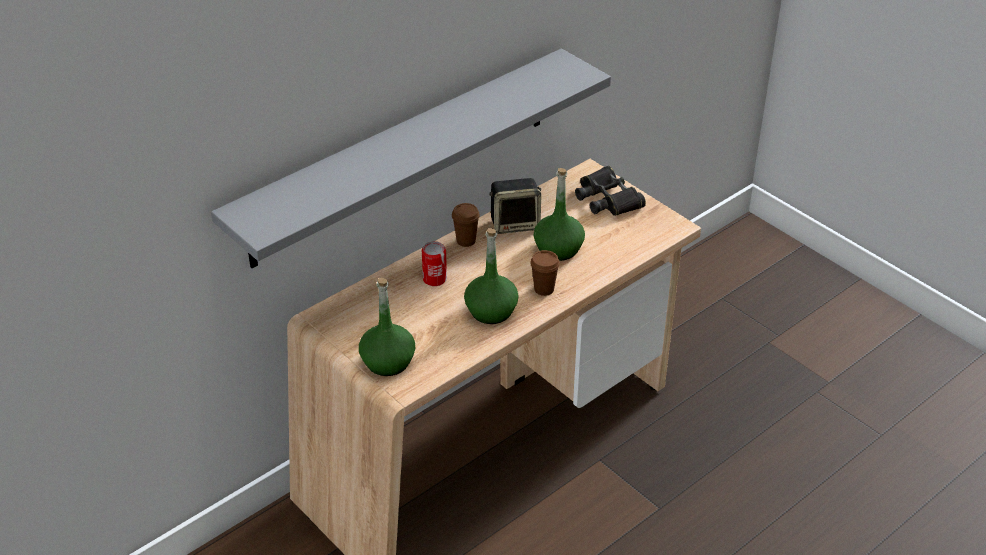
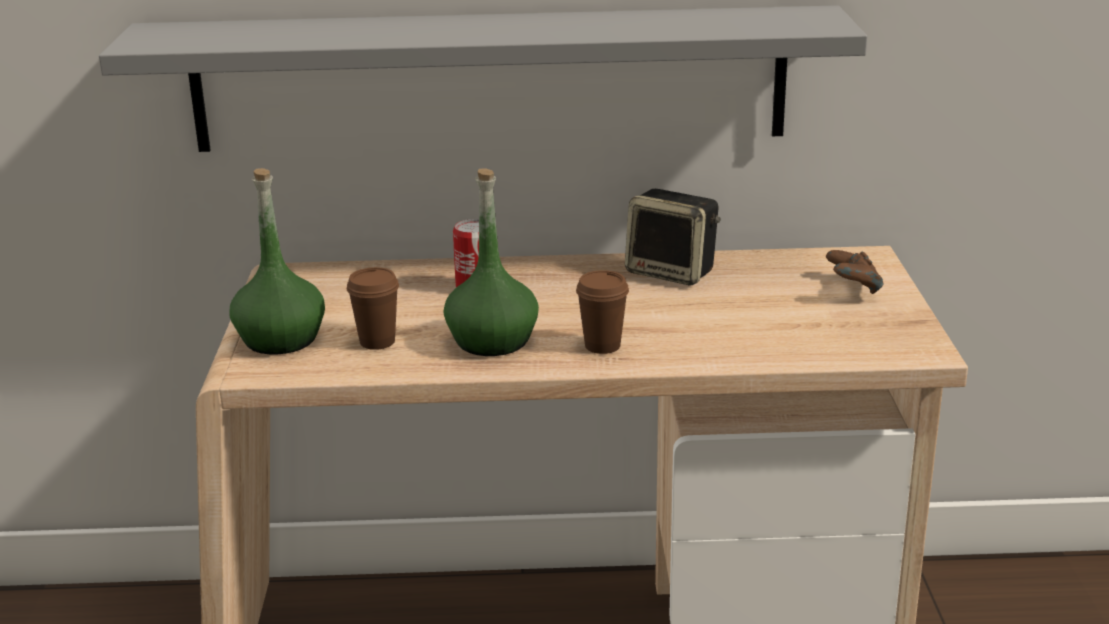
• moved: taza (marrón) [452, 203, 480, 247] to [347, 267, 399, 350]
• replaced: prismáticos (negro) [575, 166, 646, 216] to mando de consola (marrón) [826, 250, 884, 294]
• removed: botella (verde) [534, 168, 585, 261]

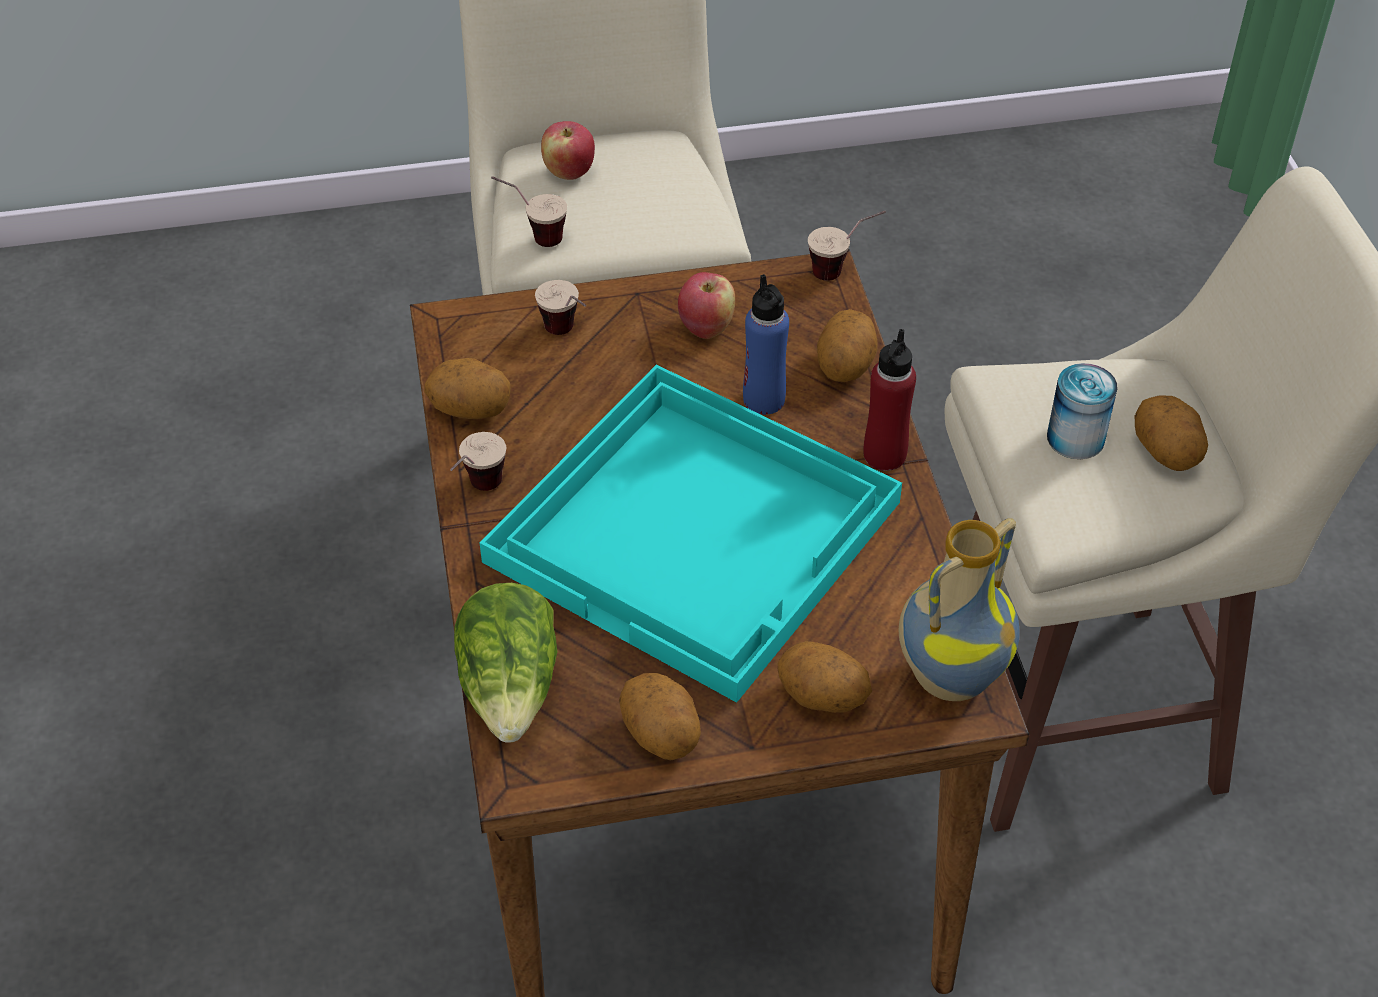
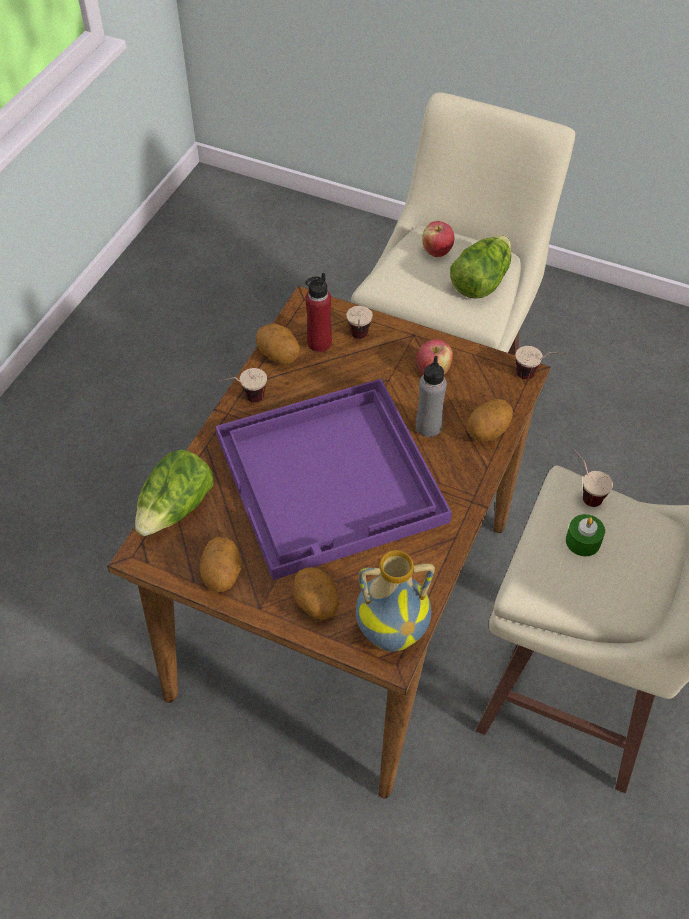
• recoloured: bandeja (turquesa) [480, 365, 902, 703] to bandeja (morado) [216, 379, 452, 580]
• moved: botella (rojo) [864, 329, 916, 471] to [305, 273, 332, 352]
• recoloured: botella (azul) [743, 274, 789, 415] to botella (gris) [416, 356, 447, 437]
• added: lechuga [450, 235, 511, 298]
• replaced: lata [1047, 363, 1117, 459] to vela (verde) [566, 514, 605, 556]
• moved: taza [491, 176, 567, 247] to [571, 447, 613, 507]
• removed: patata [1135, 395, 1208, 471]

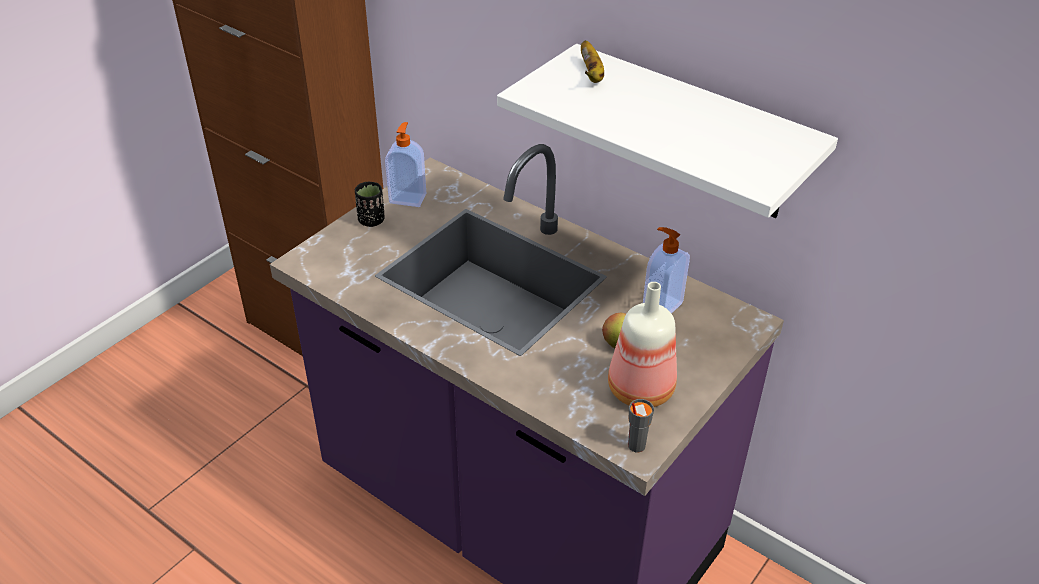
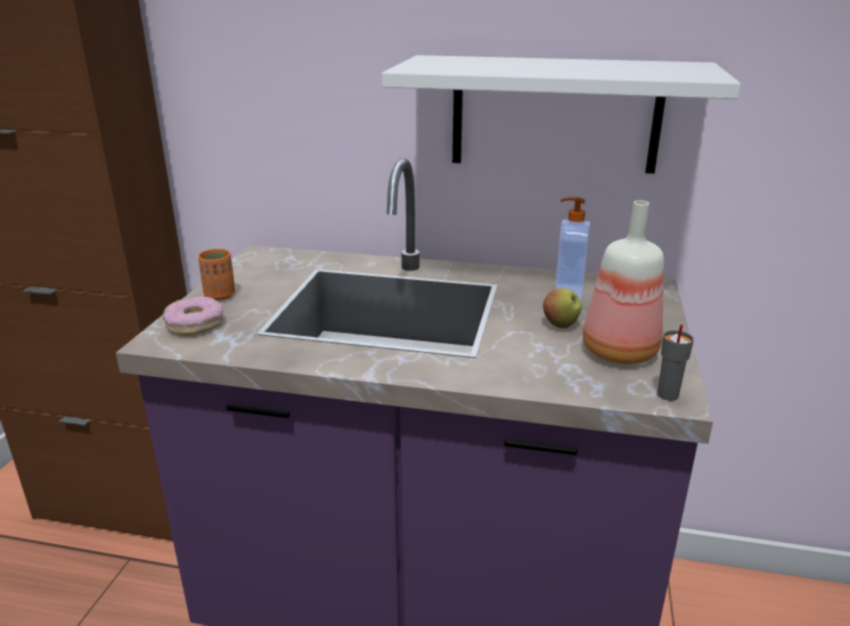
• added: rosquilla [163, 296, 223, 335]
• recoloured: taza (negro) [355, 182, 384, 227] to taza (naranja) [198, 249, 235, 300]
• removed: dispensador de jabón [385, 122, 426, 207]
• removed: plátano [581, 41, 604, 83]

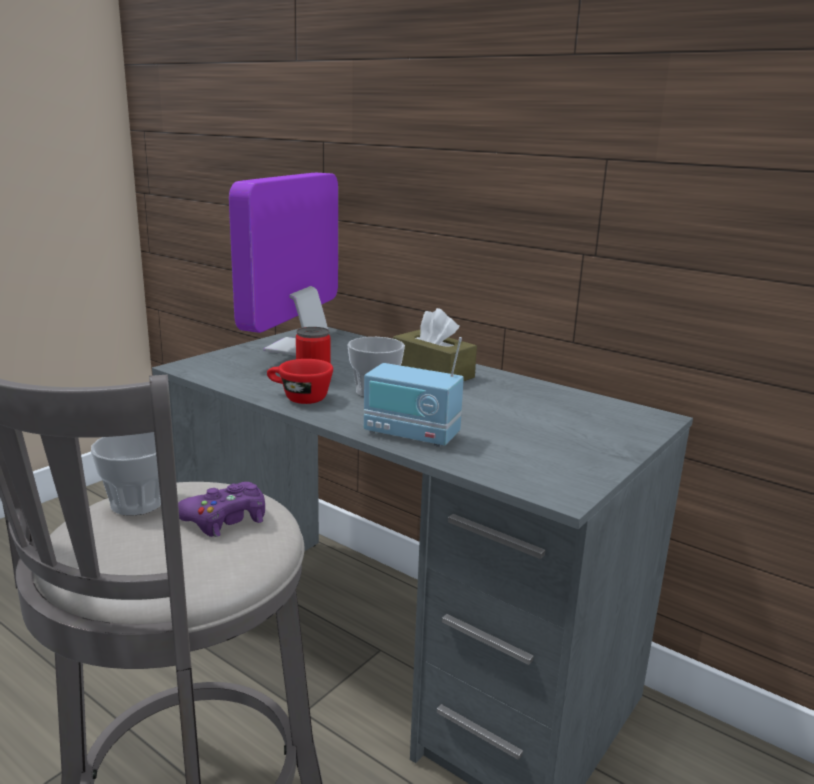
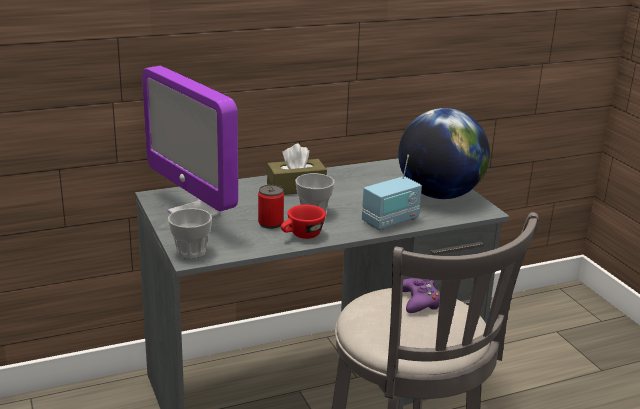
• moved: taza [91, 432, 161, 516] to [168, 208, 212, 259]
• added: globo terráqueo [398, 108, 490, 199]

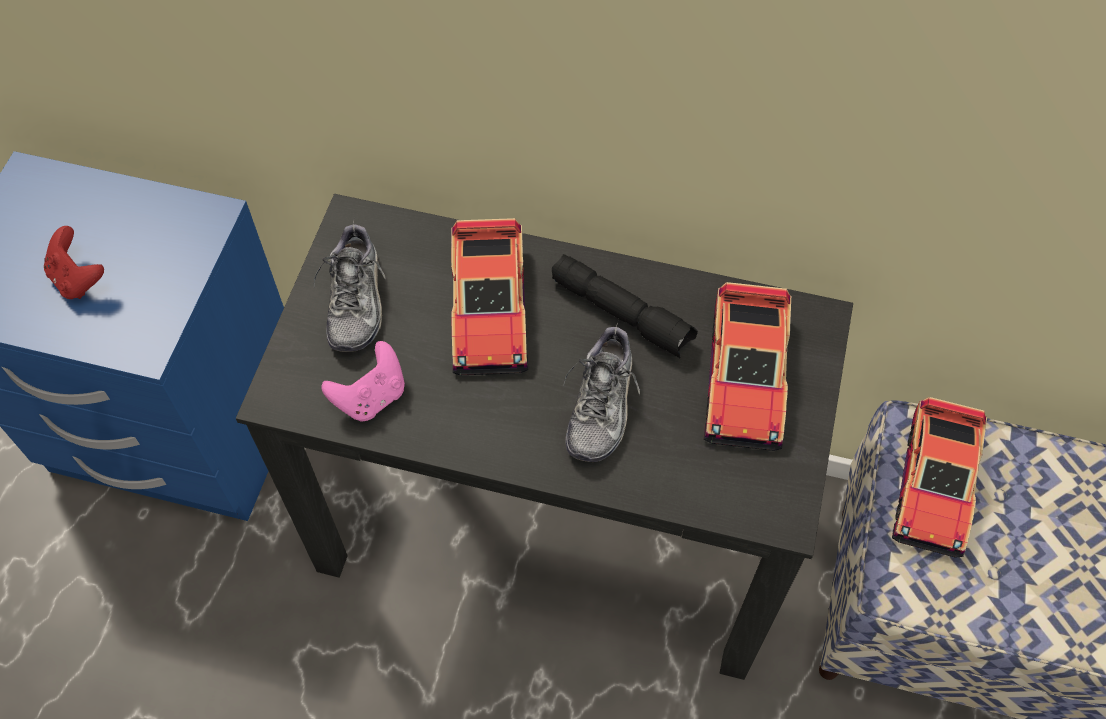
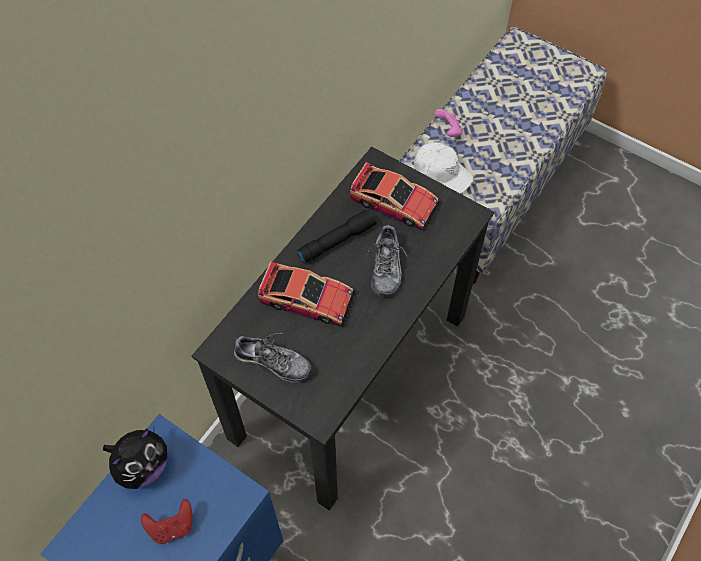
• added: peluche [103, 429, 167, 489]
• turned: zapato [563, 322, 640, 462] = [366, 222, 408, 297] 60 degrees clockwise
• replaced: coche de juguete [892, 397, 987, 558] to gorra (blanco) [414, 142, 474, 194]
• moved: mando de consola (rosa) [321, 341, 405, 421] to [434, 109, 463, 137]

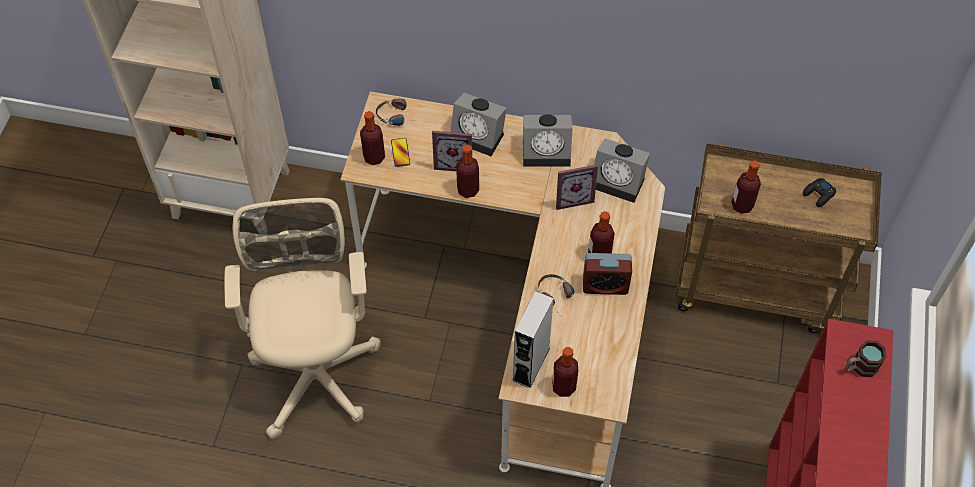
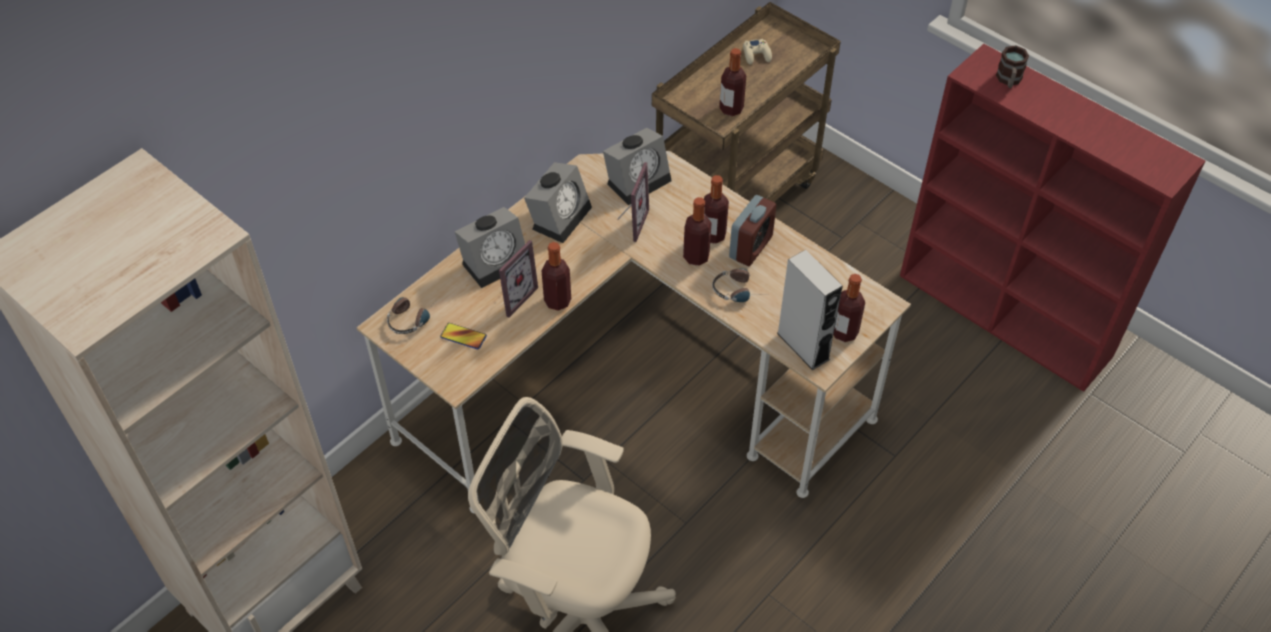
• moved: botella [360, 111, 385, 165] to [683, 197, 711, 266]
• recoloured: mando de consola (negro) [803, 178, 836, 207] to mando de consola (beis) [743, 39, 772, 64]

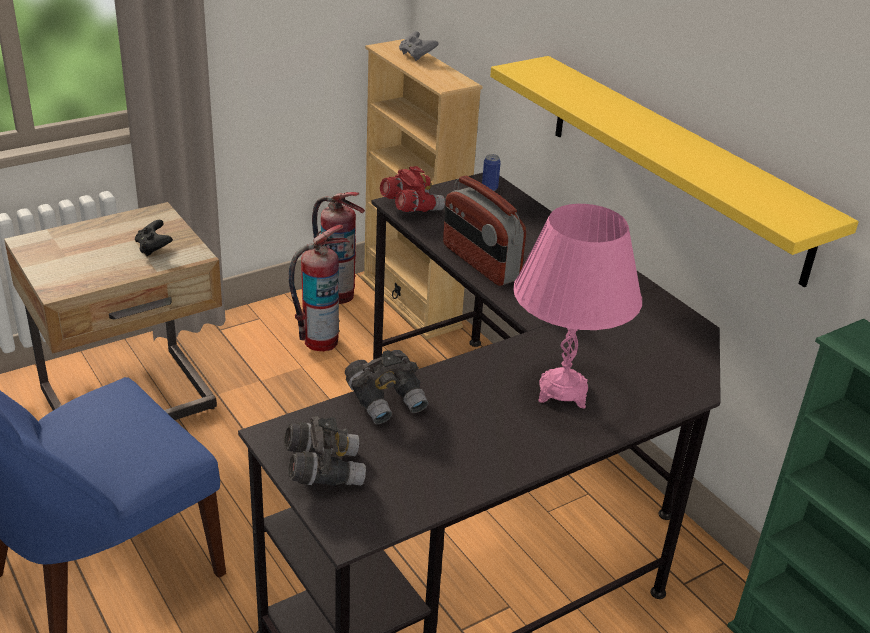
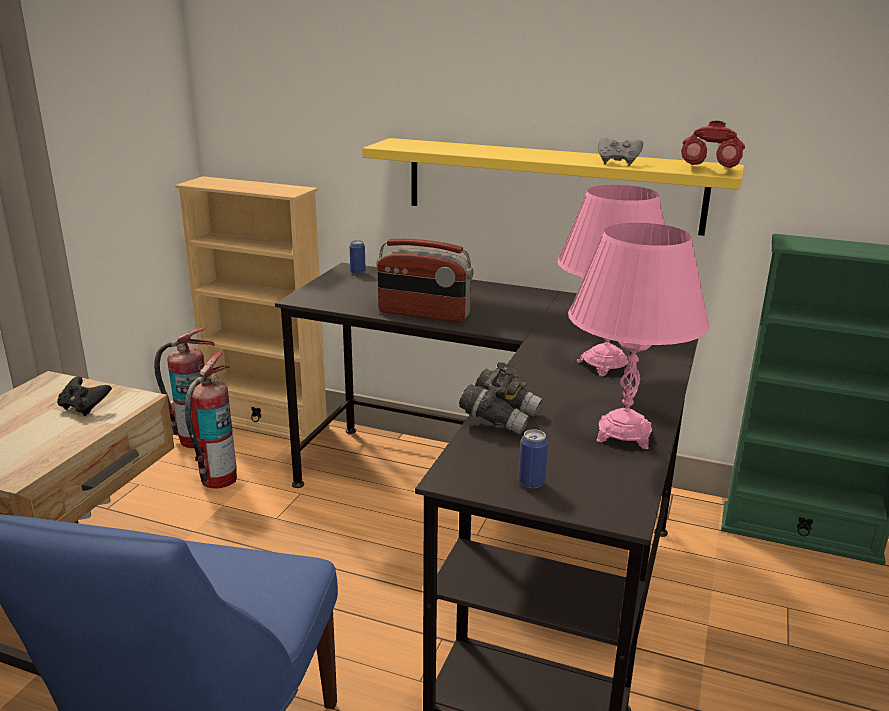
• replaced: prismáticos (gris) [284, 416, 366, 486] to lata [519, 429, 548, 488]
• added: lámpara de mesa (rosa) [568, 223, 709, 449]
• moved: mando de consola (gris) [399, 31, 439, 61] to [598, 138, 643, 166]
• moved: prismáticos (rojo) [380, 166, 445, 212] to [681, 121, 745, 168]

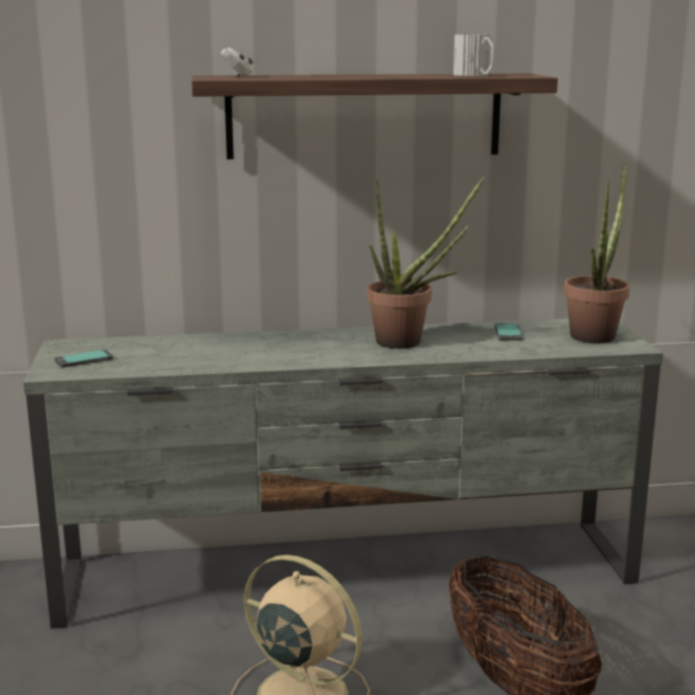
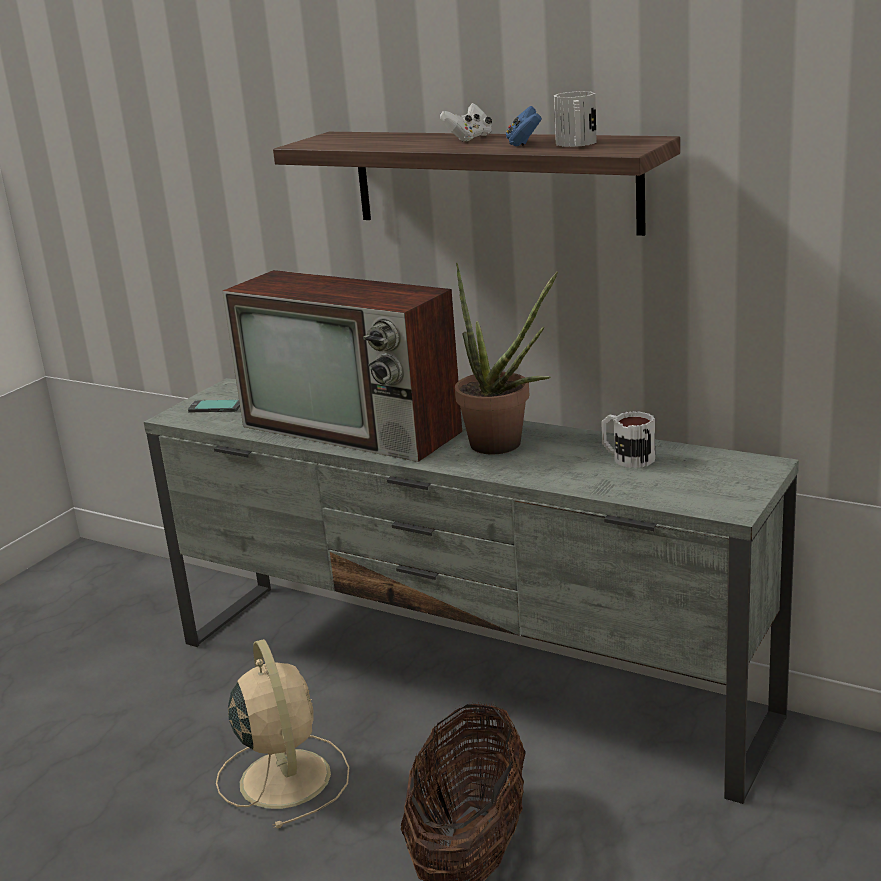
• added: televisor [222, 270, 462, 462]
• moved: mando de consola (blanco) [221, 47, 253, 77] to [440, 103, 492, 142]
• added: mando de consola (azul) [506, 106, 542, 146]
• replaced: móvil [494, 323, 522, 341] to taza grande [601, 411, 655, 468]
• removed: planta en maceta [564, 163, 630, 343]

